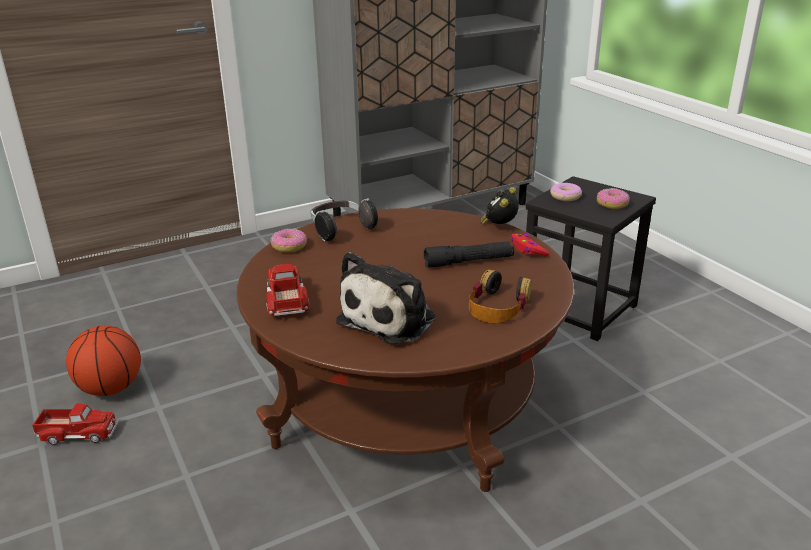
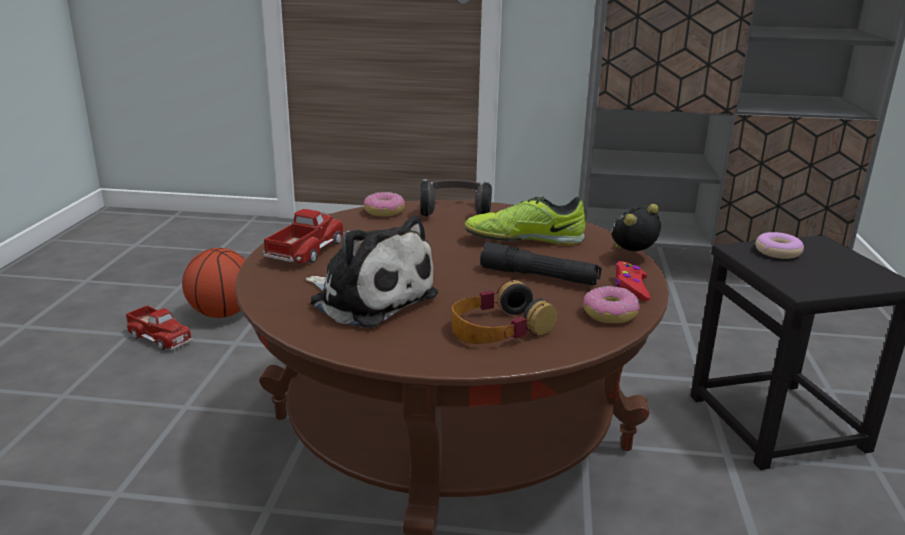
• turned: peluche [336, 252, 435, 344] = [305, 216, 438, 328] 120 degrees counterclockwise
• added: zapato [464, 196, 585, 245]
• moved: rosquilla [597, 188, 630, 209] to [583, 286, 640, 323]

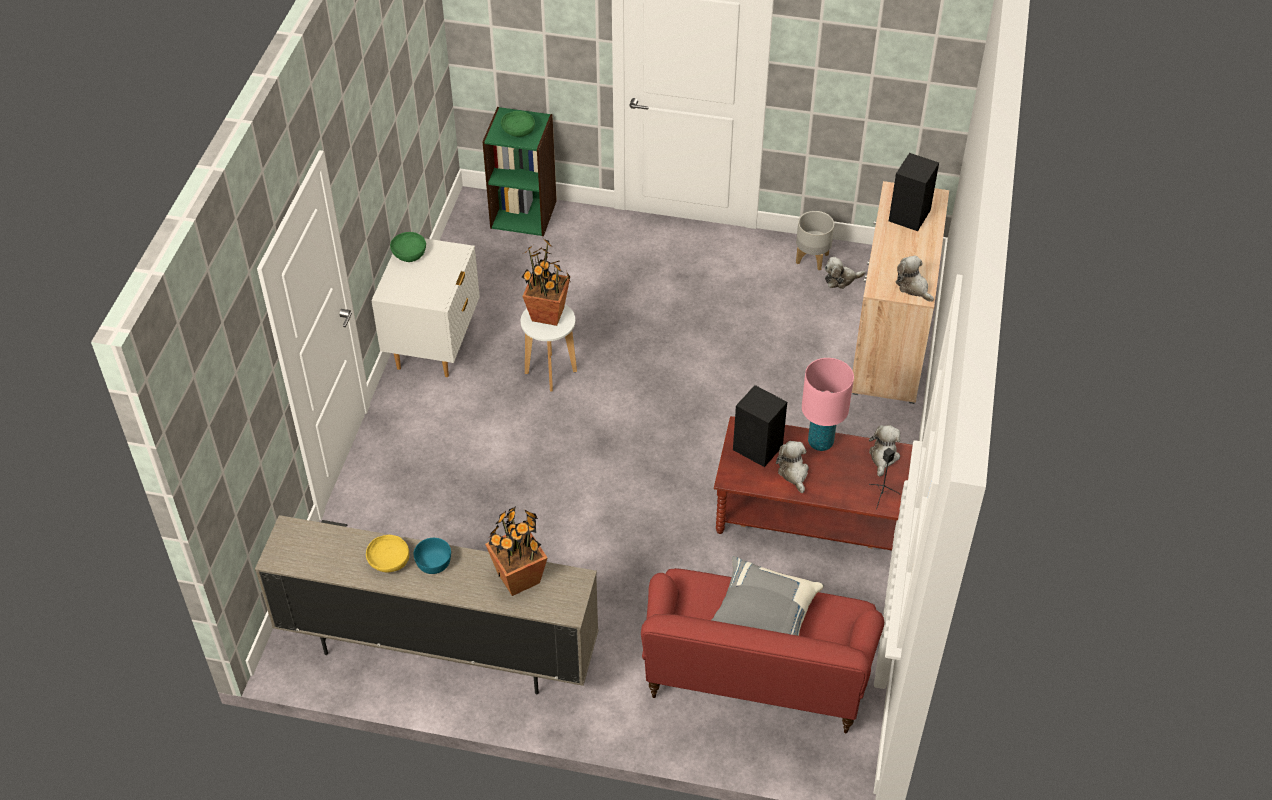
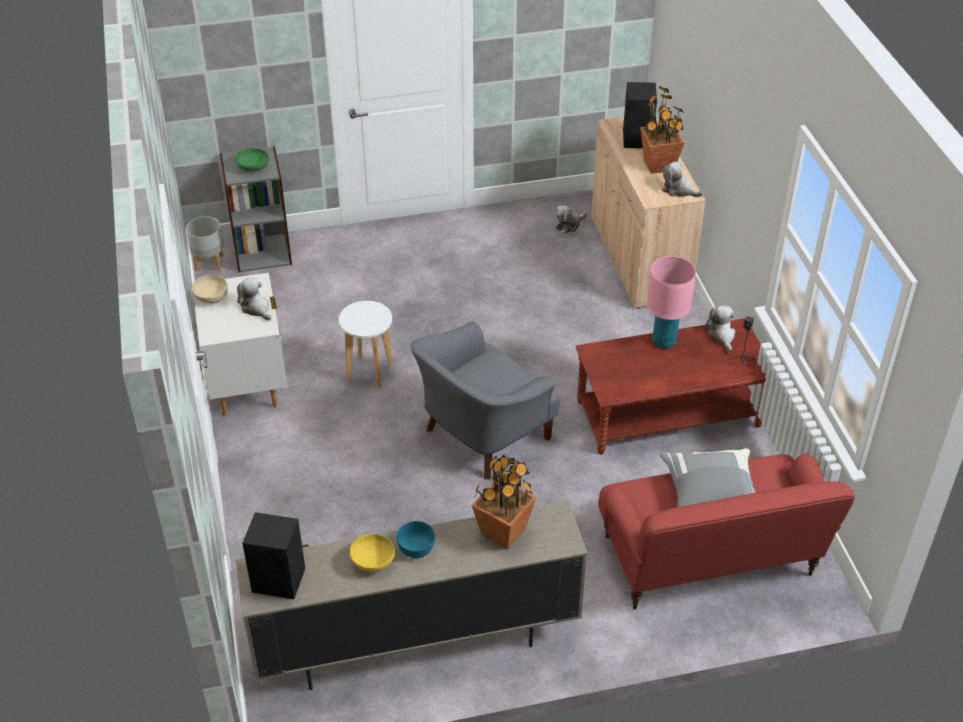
• moved: maceta (gris) [796, 211, 834, 270] to [186, 216, 224, 272]
• recoloured: cuenco (verde) [390, 232, 426, 262] to cuenco (beis) [192, 275, 228, 304]
• recoloured: estantería (verde) [482, 107, 557, 236] to estantería (gris) [220, 146, 292, 272]
• moved: peluche [776, 441, 809, 493] to [237, 277, 271, 320]
• moved: altavoz (negro) [733, 385, 787, 467] to [242, 512, 305, 599]
• added: sillón (gris) [410, 321, 560, 479]
• moved: planta en maceta [522, 238, 571, 326] to [640, 86, 684, 174]

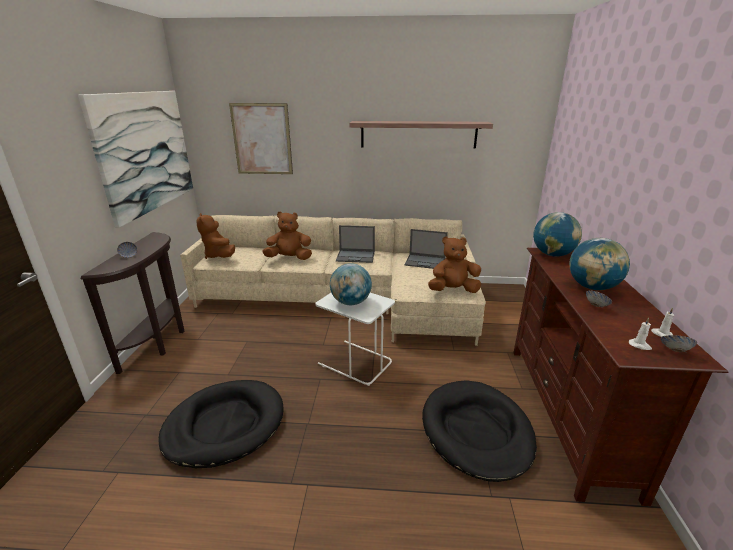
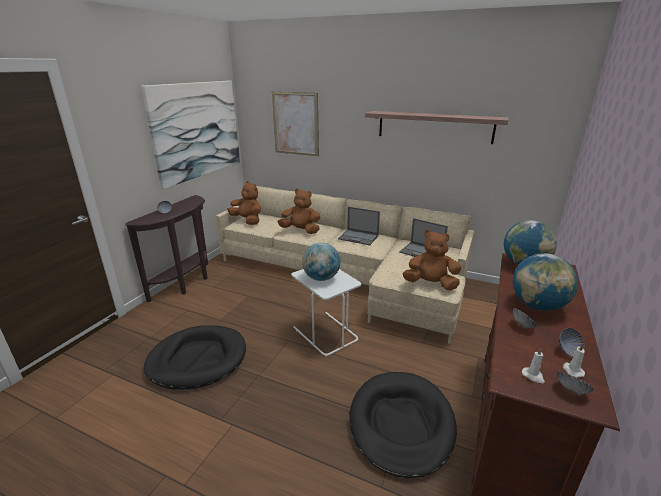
• turned: peluche (marrón) [196, 213, 235, 259] = [227, 181, 261, 225] 135 degrees clockwise
• added: cuenco [559, 328, 584, 357]

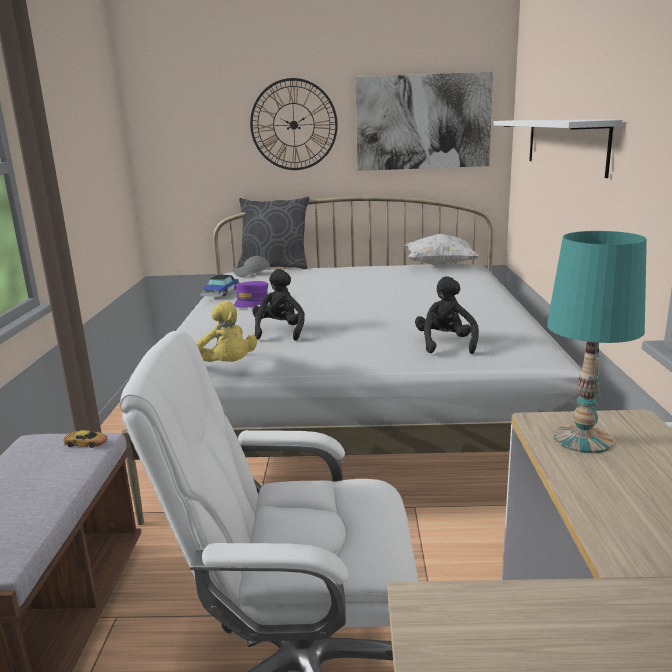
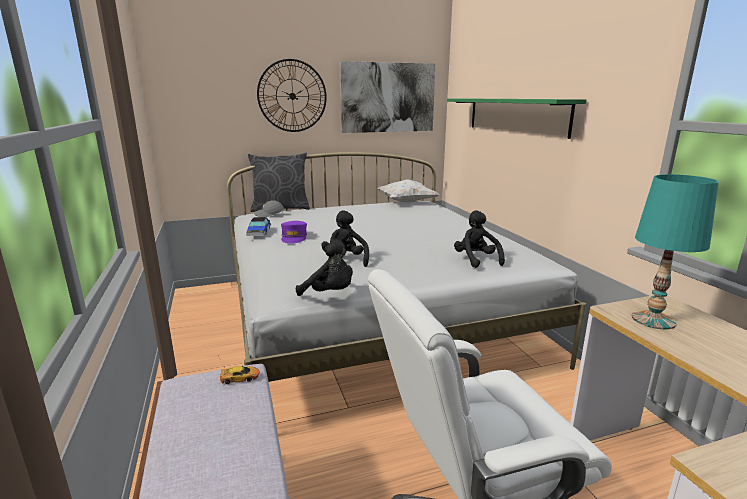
• recoloured: peluche (amarillo) [196, 301, 257, 362] to peluche (negro) [296, 239, 353, 296]
• recoloured: estante (blanco) [493, 120, 623, 178] to estante (verde) [447, 99, 587, 139]

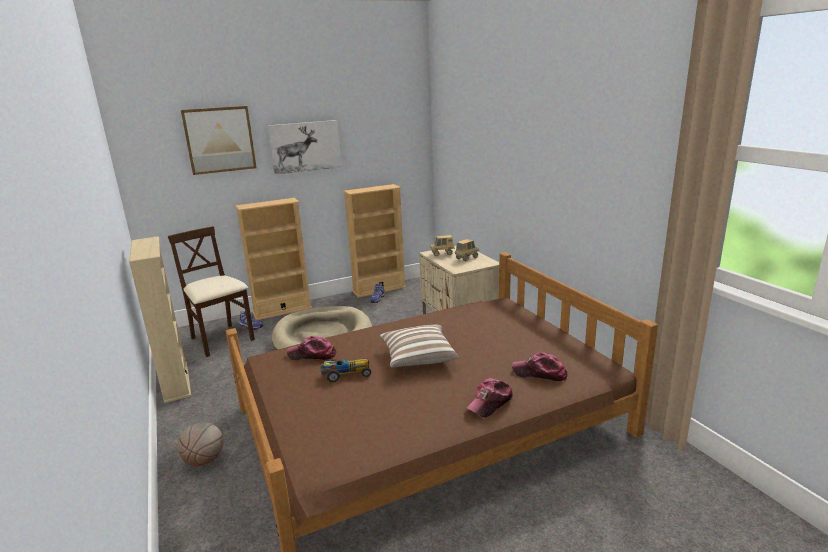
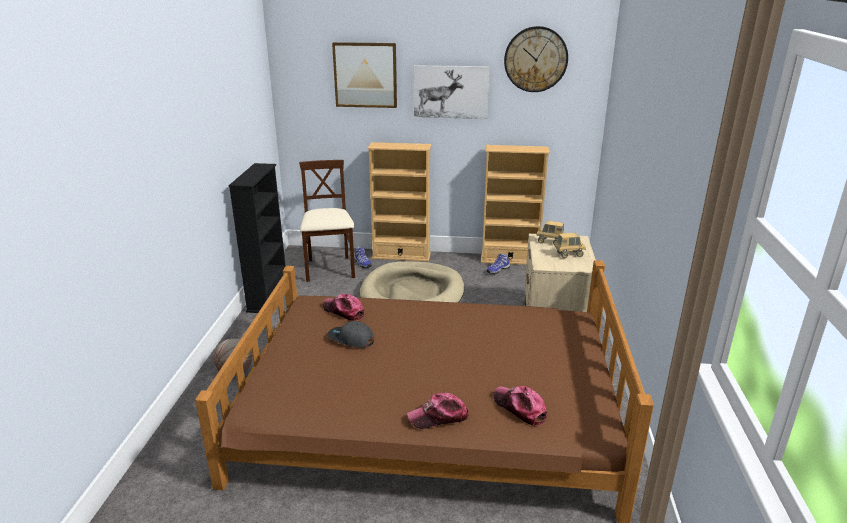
• recoloured: estantería (beis) [129, 236, 191, 403] to estantería (negro) [229, 163, 285, 313]
• replaced: coche de juguete [321, 358, 371, 382] to gorra (gris) [327, 321, 374, 348]
• added: reloj de pared [504, 26, 568, 92]
• removed: cojín [380, 325, 459, 368]

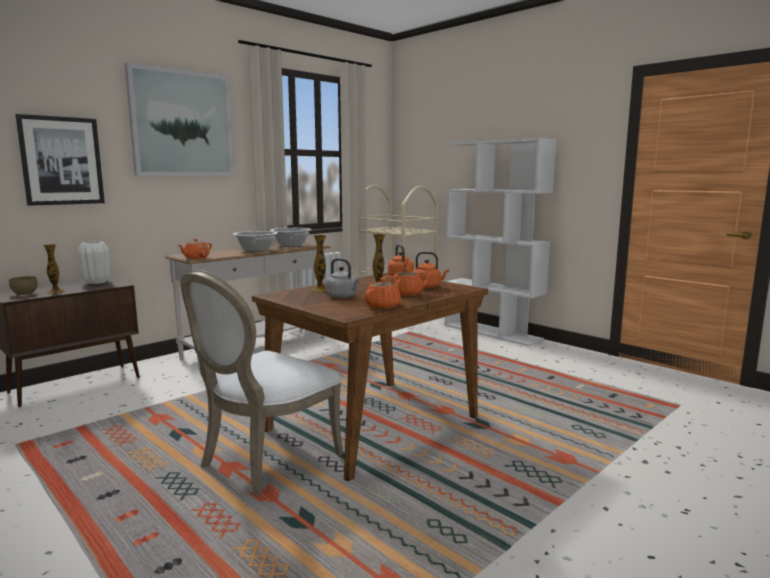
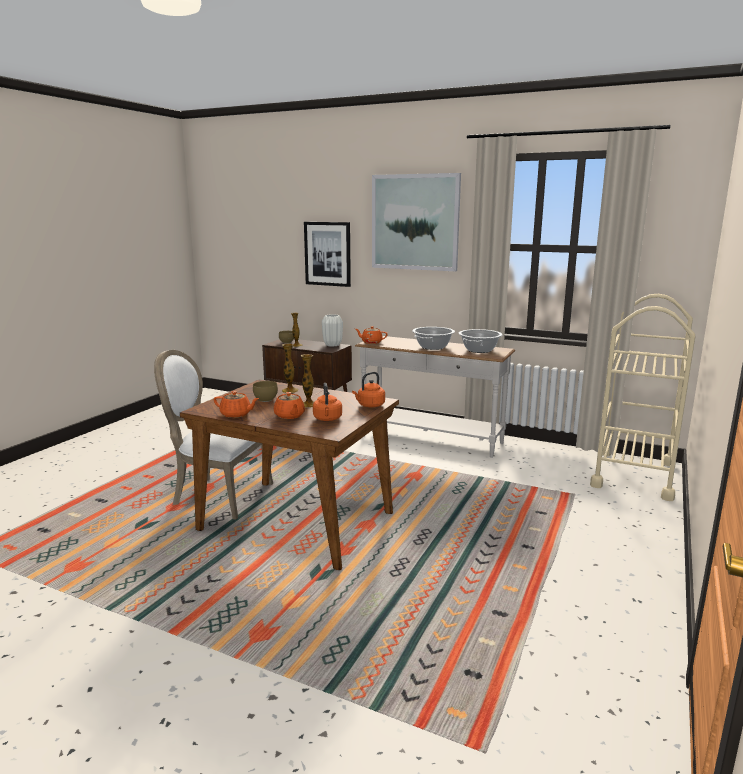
• replaced: hervidor (gris) [326, 258, 361, 298] to cuenco (marrón) [253, 381, 278, 402]
• removed: estantería (blanco) [444, 138, 556, 346]

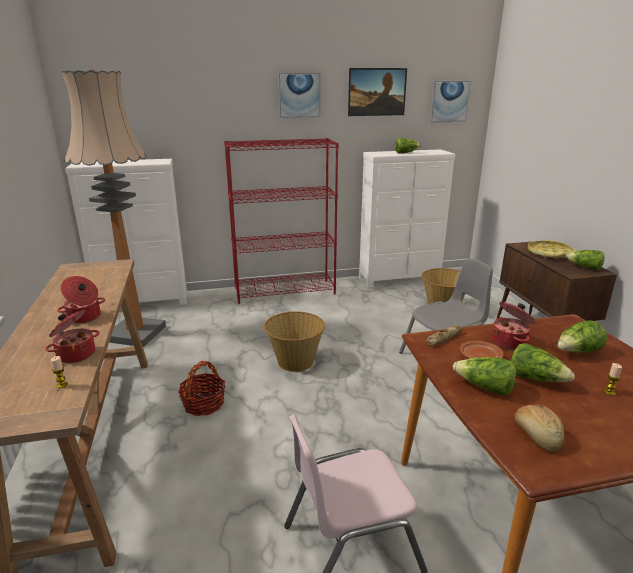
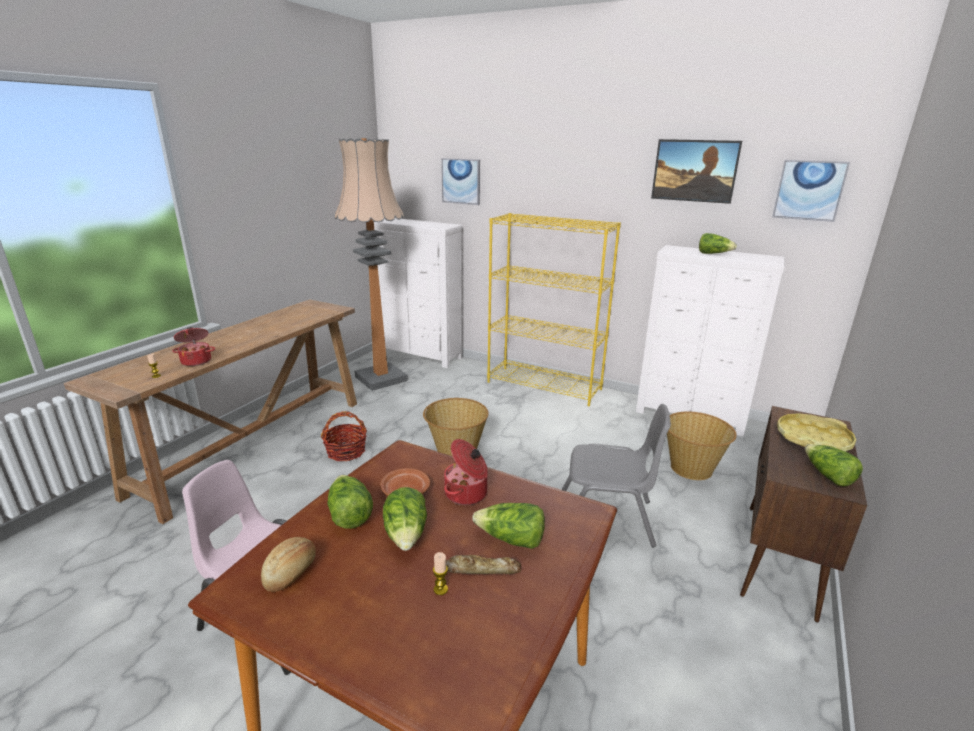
• moved: cuadro [279, 73, 320, 118] to [441, 158, 480, 205]
• moved: pan [427, 325, 463, 346] to [446, 555, 521, 574]
• recoloured: estantería (rojo) [224, 138, 339, 304] to estantería (amarillo) [487, 213, 621, 406]
• removed: olla [57, 276, 105, 324]

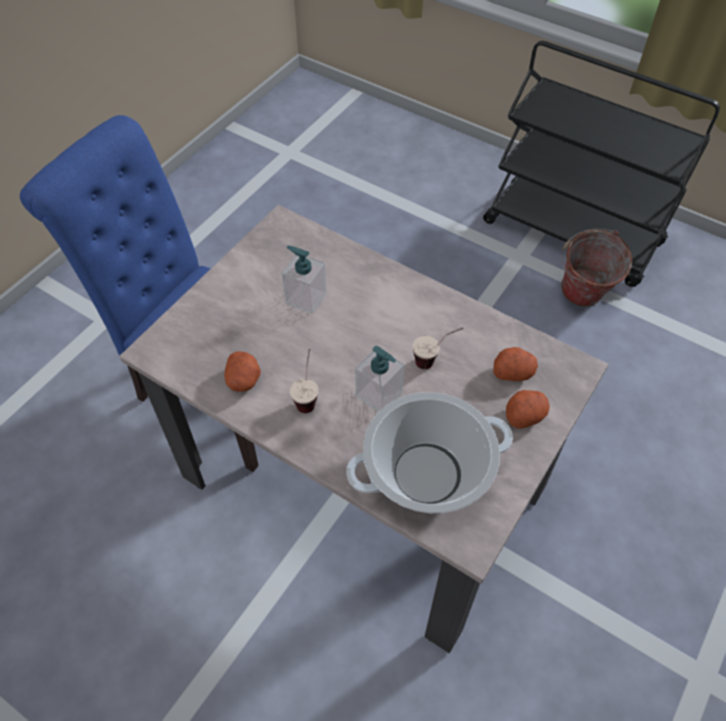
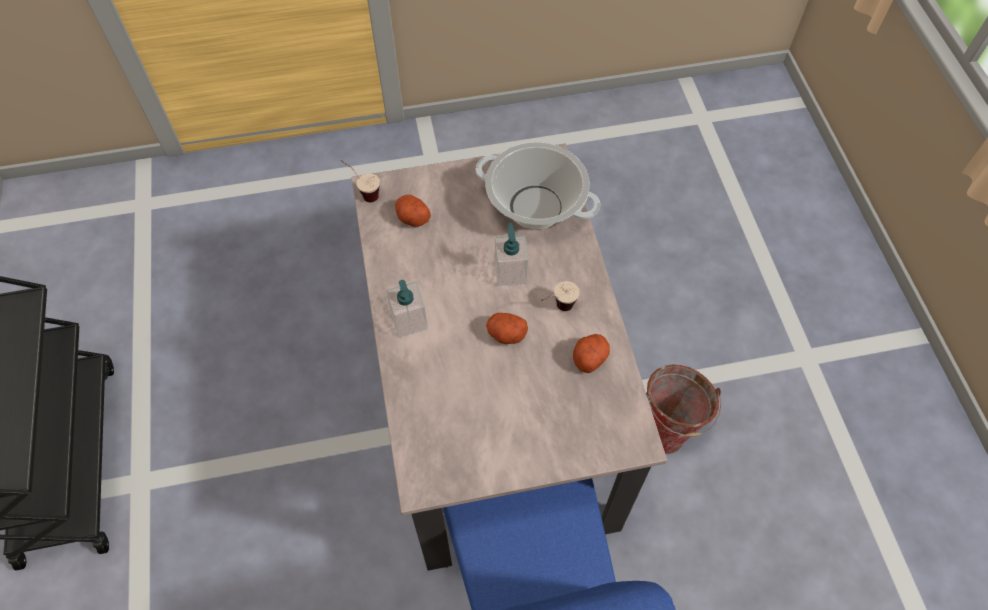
• moved: taza [412, 327, 463, 369] to [340, 160, 380, 202]
• moved: dispensador de jabón [282, 246, 327, 314] to [386, 280, 428, 337]
• moved: patata [506, 390, 550, 429] to [486, 313, 528, 344]
• moved: cubo [561, 229, 632, 307] to [646, 365, 722, 454]

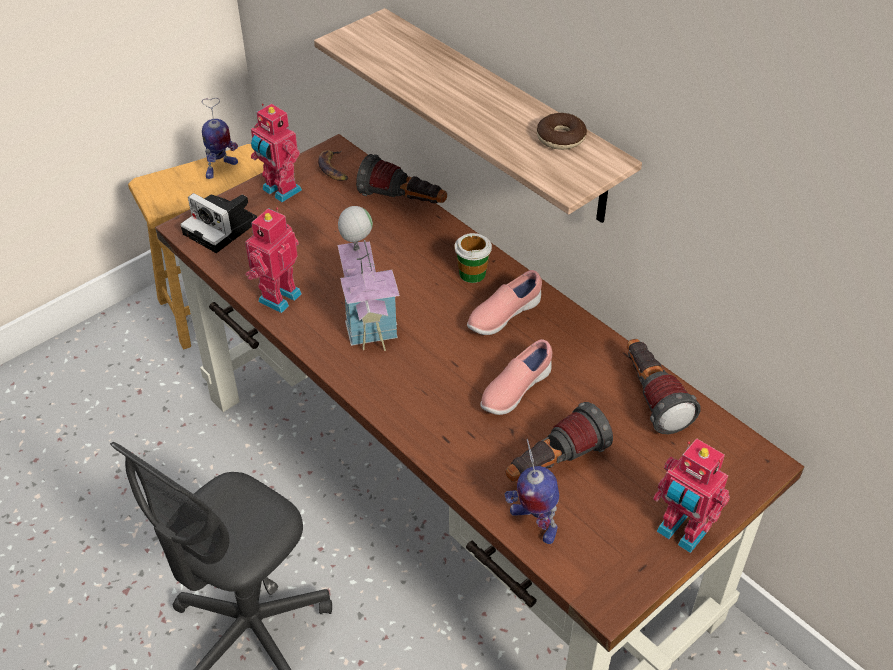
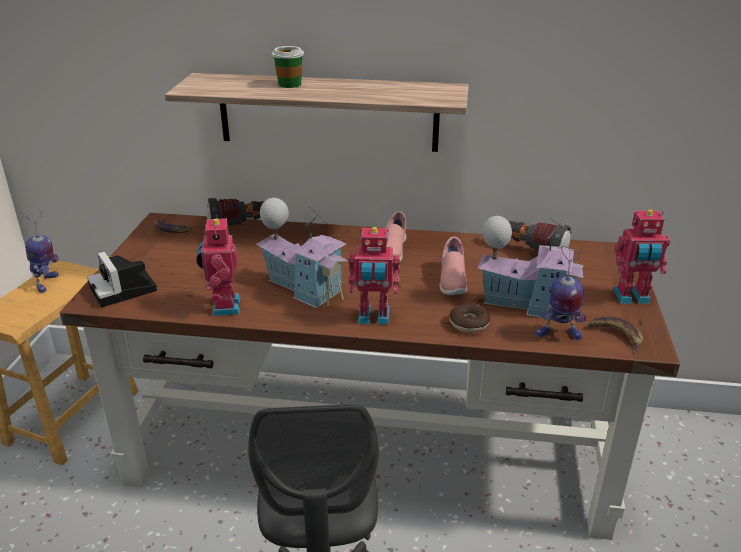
• turned: cámara [180, 193, 257, 253] = [87, 251, 157, 307] 60 degrees clockwise
• moved: taza [455, 233, 492, 283] to [272, 46, 304, 88]
• moved: robot de juguete [251, 104, 302, 202] to [348, 227, 400, 325]
• moved: rosquilla [537, 113, 587, 150] to [449, 303, 490, 333]
• replaced: linterna [506, 402, 613, 482] to casita [477, 216, 583, 317]
• added: plátano [588, 317, 643, 353]

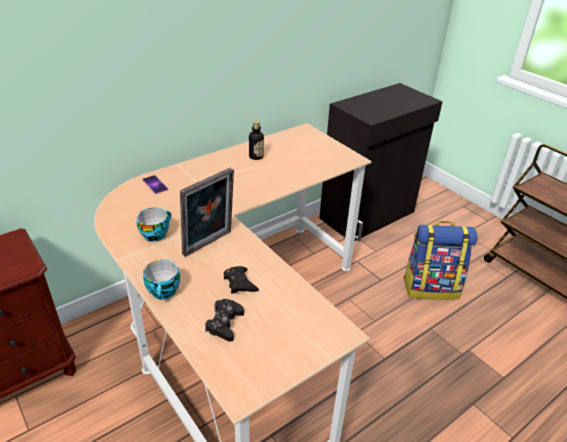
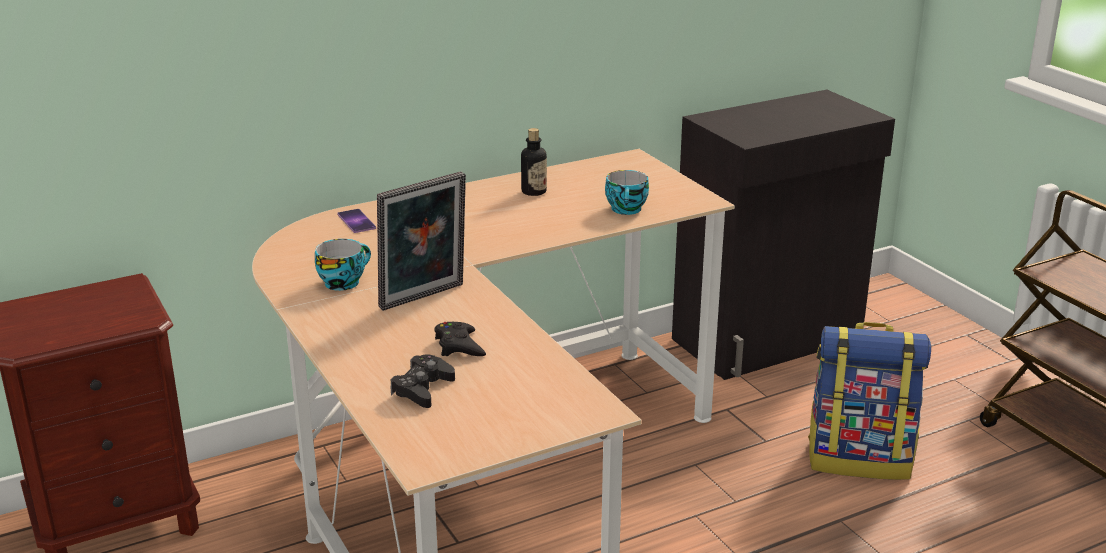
• moved: taza [143, 260, 180, 300] to [605, 170, 649, 215]

